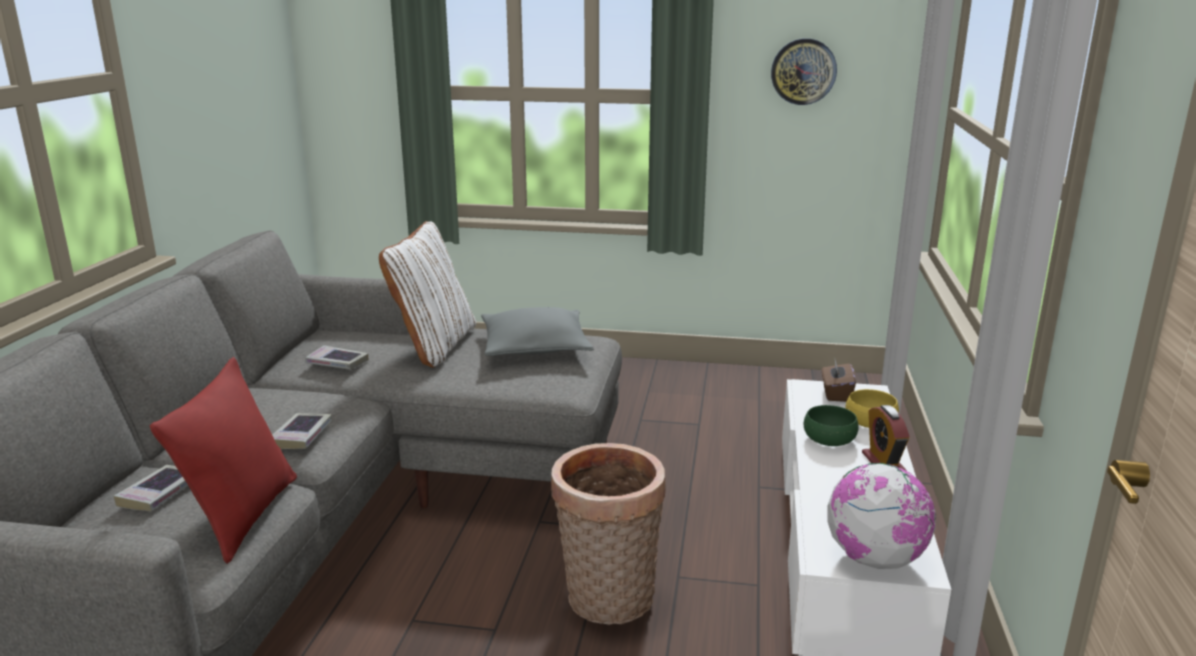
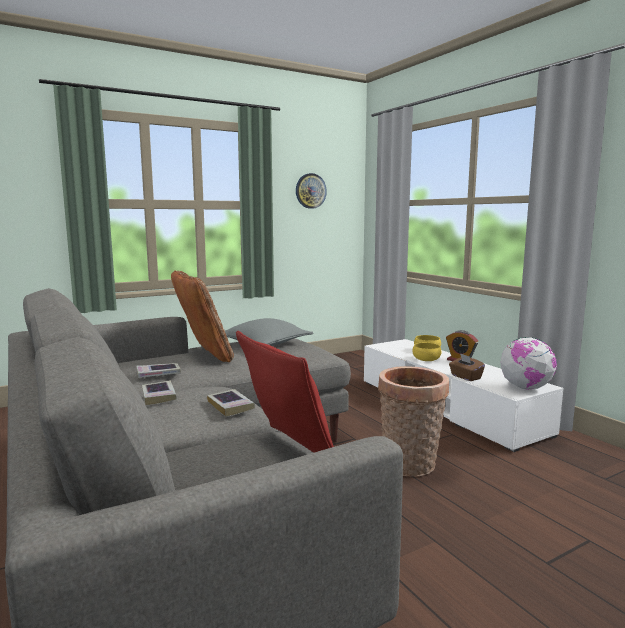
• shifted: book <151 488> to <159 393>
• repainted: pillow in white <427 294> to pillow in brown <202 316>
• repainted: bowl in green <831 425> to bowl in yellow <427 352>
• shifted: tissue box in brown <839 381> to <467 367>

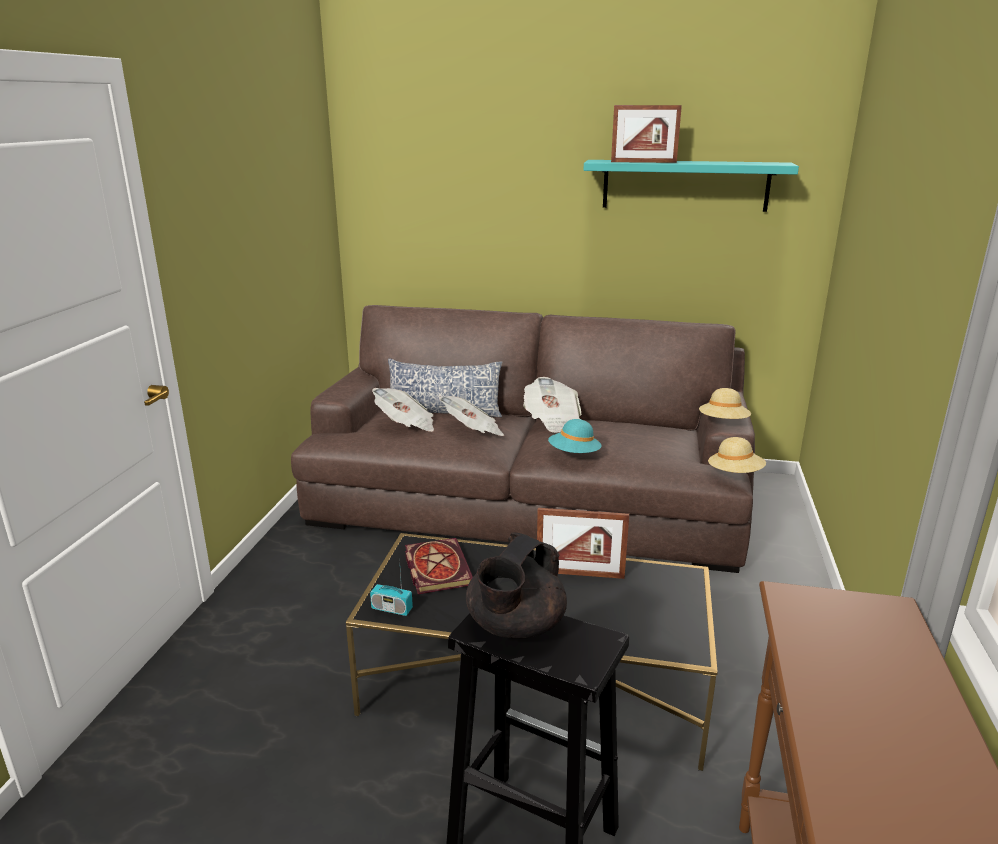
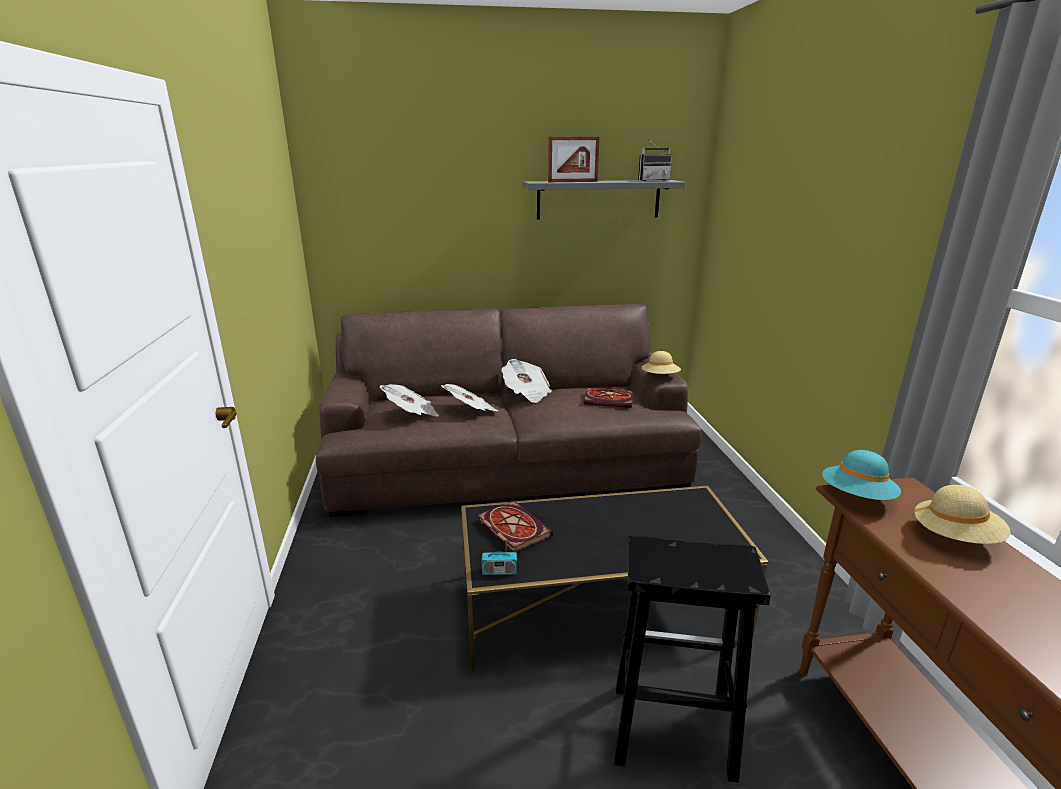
• repainted: shelf in turquoise <691 186> to shelf in grey <604 200>
• new: book <608 398>
• new: radio <655 160>
• shifted: hat in turquoise <575 436> to <861 475>
• shifted: hat in beige <737 455> to <960 514>
• gone: pillow <445 387>
• gone: teapot in black <516 585>
• gone: picture frame <583 543>

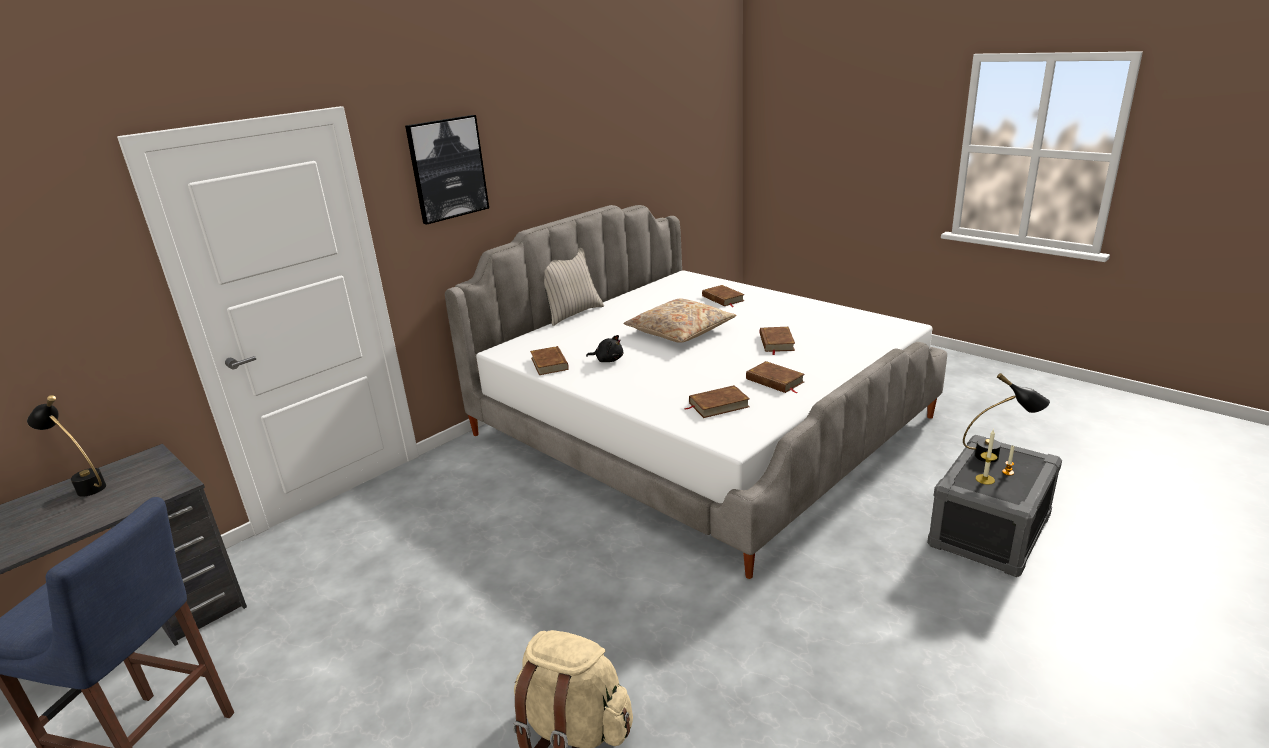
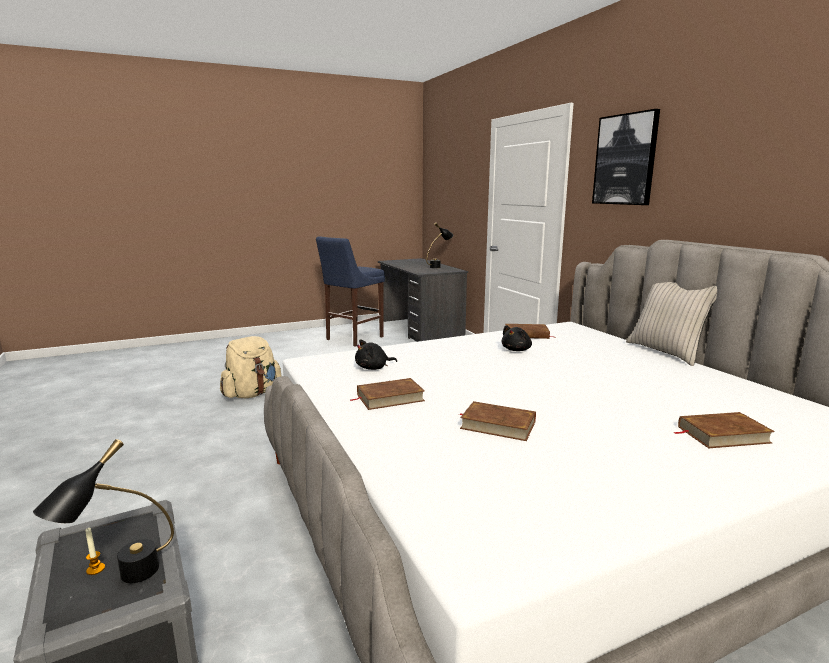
• swapped: book in brown <717 401> to plush toy in black <376 354>
• gone: pillow in beige <680 321>
• gone: candle <986 457>

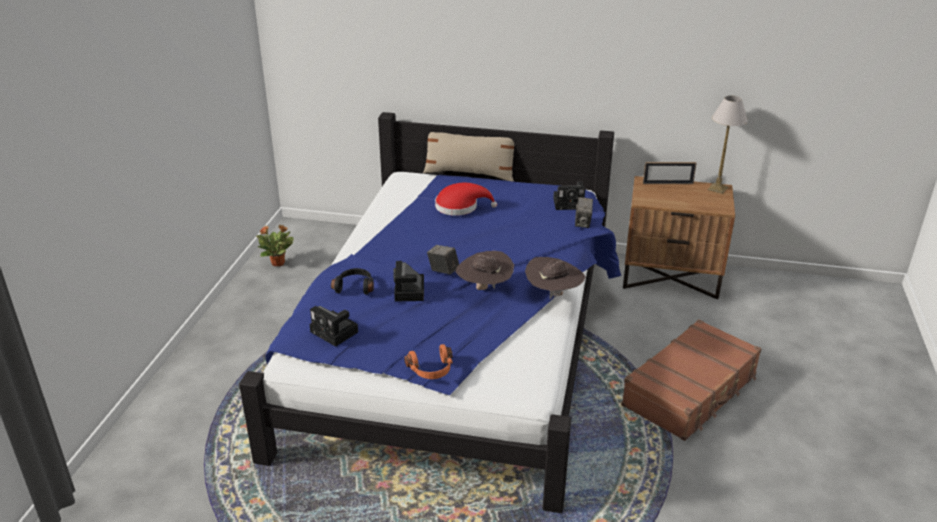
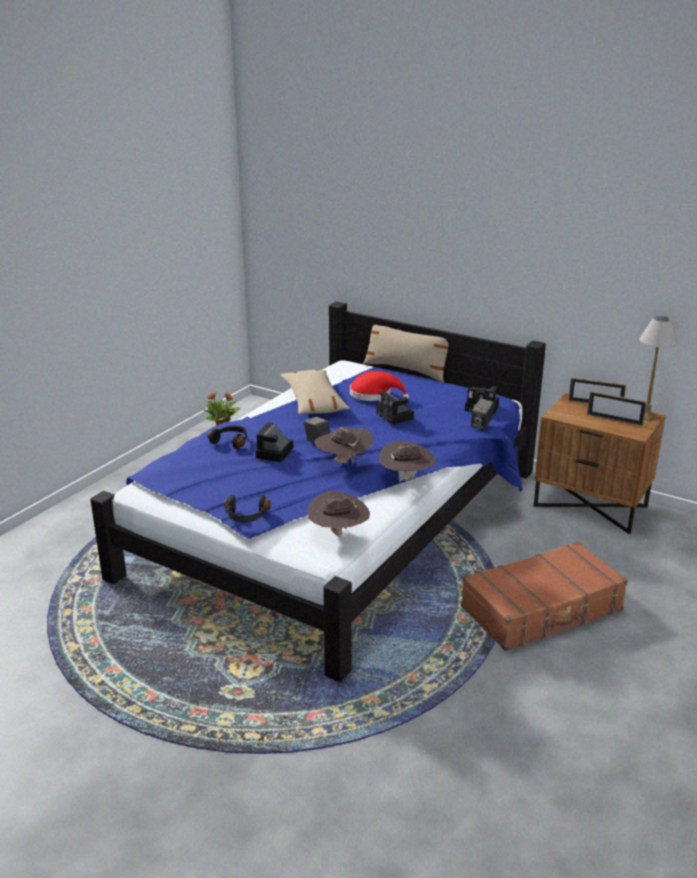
• repainted: headphones in orange <428 361> to headphones in black <248 509>
• new: pillow in beige <315 392>
• new: hat in brown <338 514>
• shifted: photo camera <333 326> to <395 408>
• new: picture frame <617 408>

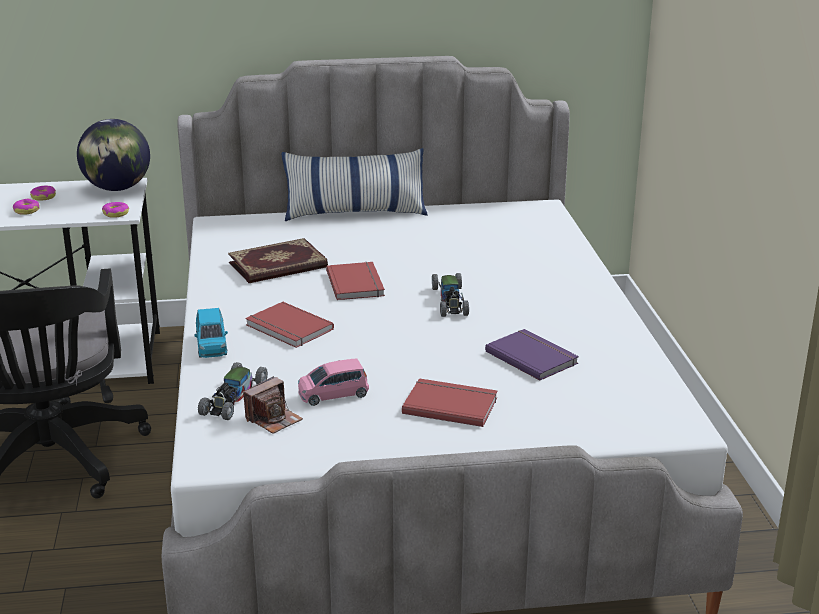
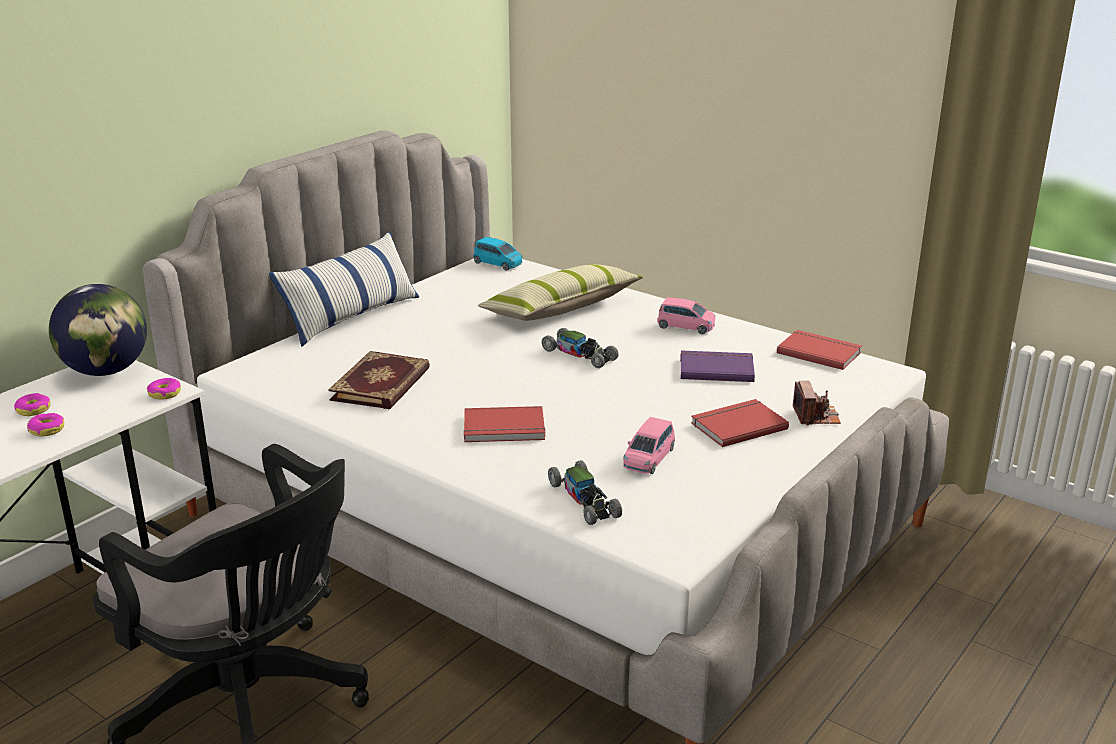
• shifted: toy car in blue <211 333> to <497 254>
• new: pillow <560 292>
• new: toy car in pink <686 315>
• shifted: book in red <355 281> to <819 350>
• shifted: photo camera <273 405> to <817 403>

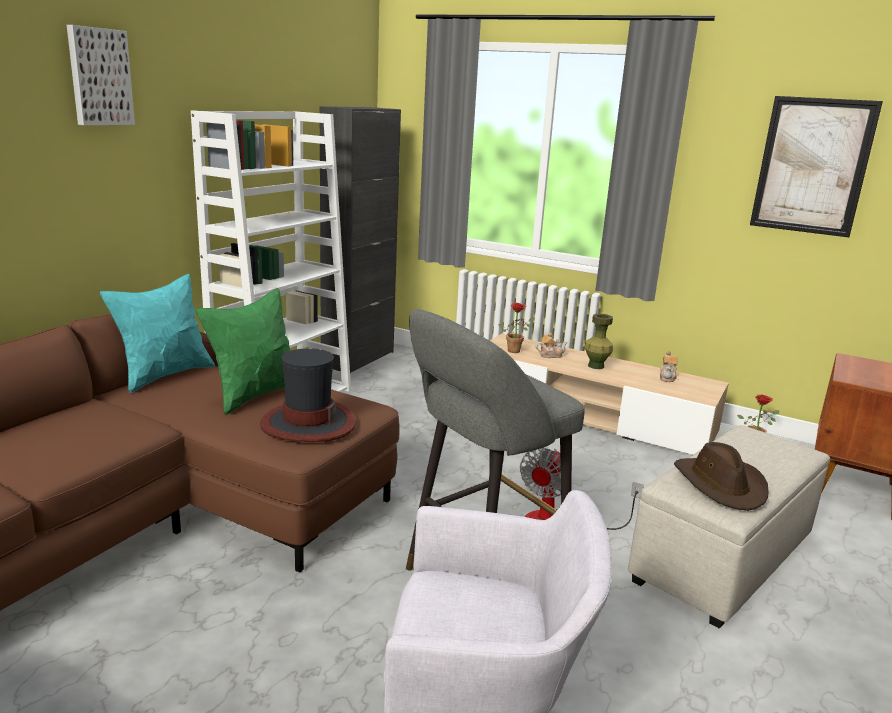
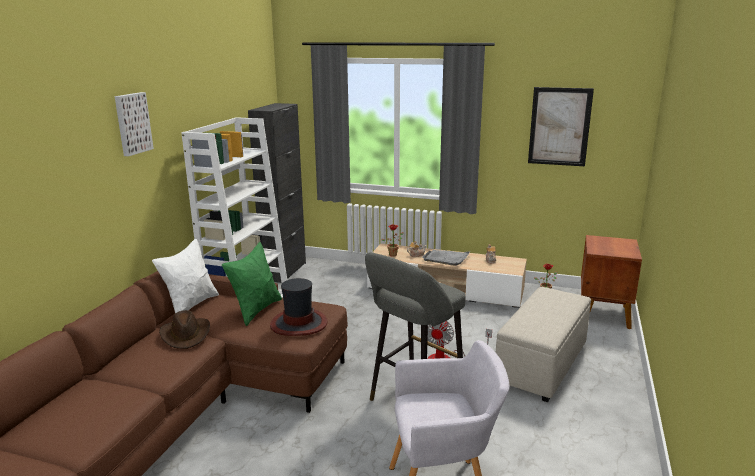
• repainted: pillow in turquoise <157 333> to pillow in white <185 275>
• shifted: hat in brown <721 476> to <184 329>
• swapped: vase in green <599 341> to tray in grey <447 258>

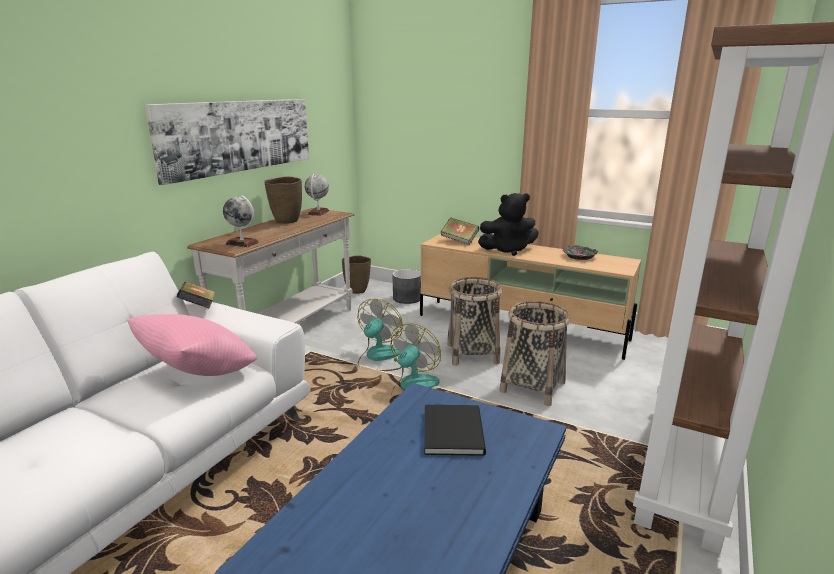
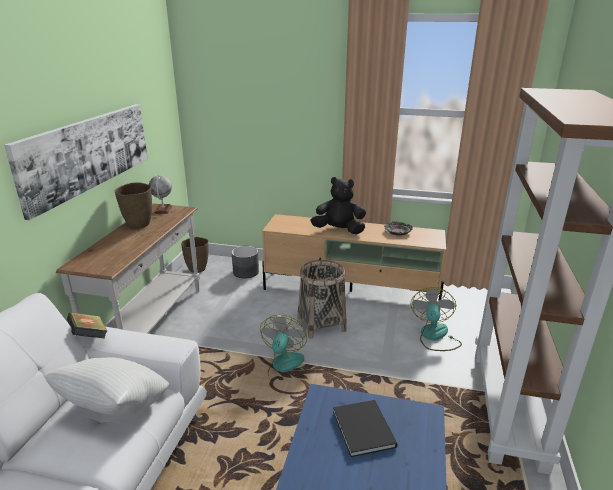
• repainted: pillow in pink <192 345> to pillow in white <106 386>
• rotated: plush toy in black <508 224> = <338 205> 150 degrees counterclockwise
• shifted: fan <380 335> to <436 319>
• gone: globe <241 221>
• gone: book <459 231>
• gone: basket <534 353>

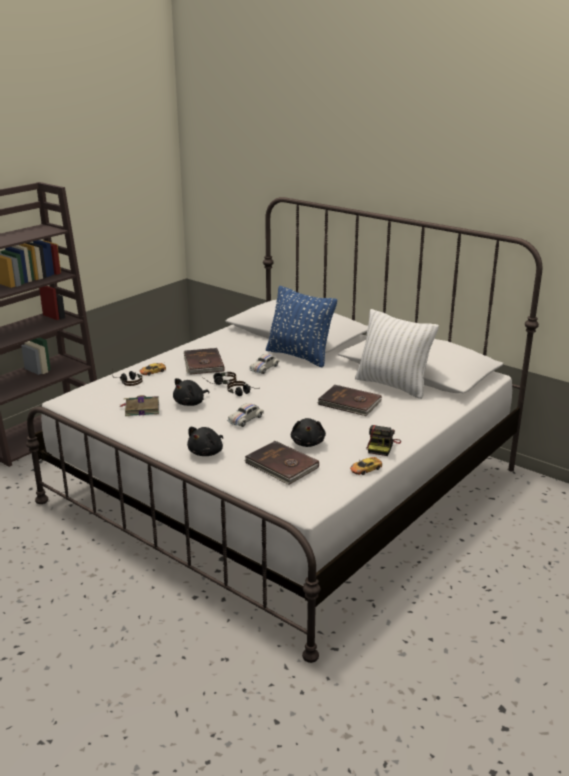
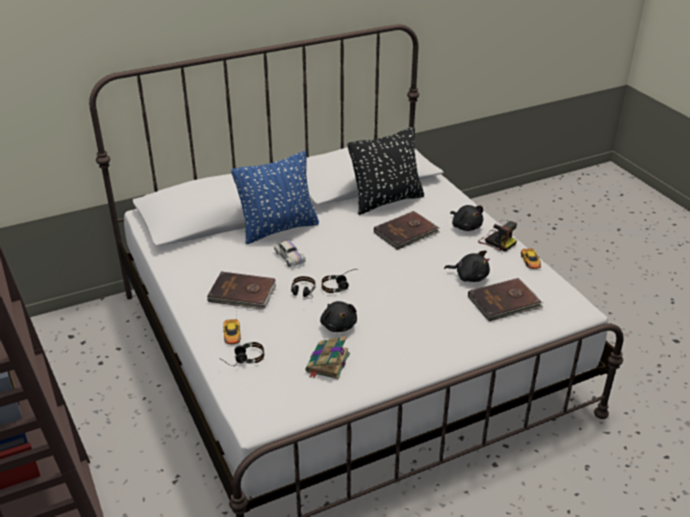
• repainted: pillow in white <397 354> to pillow in black <386 171>
• shifted: plush toy in black <205 441> to <466 218>
• gone: toy car in white <245 415>

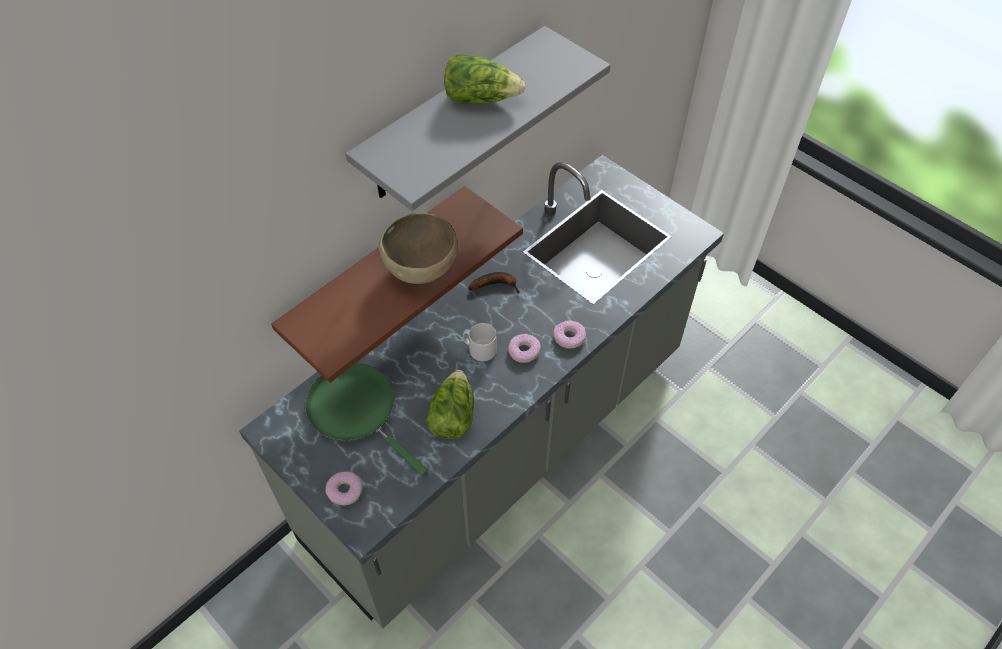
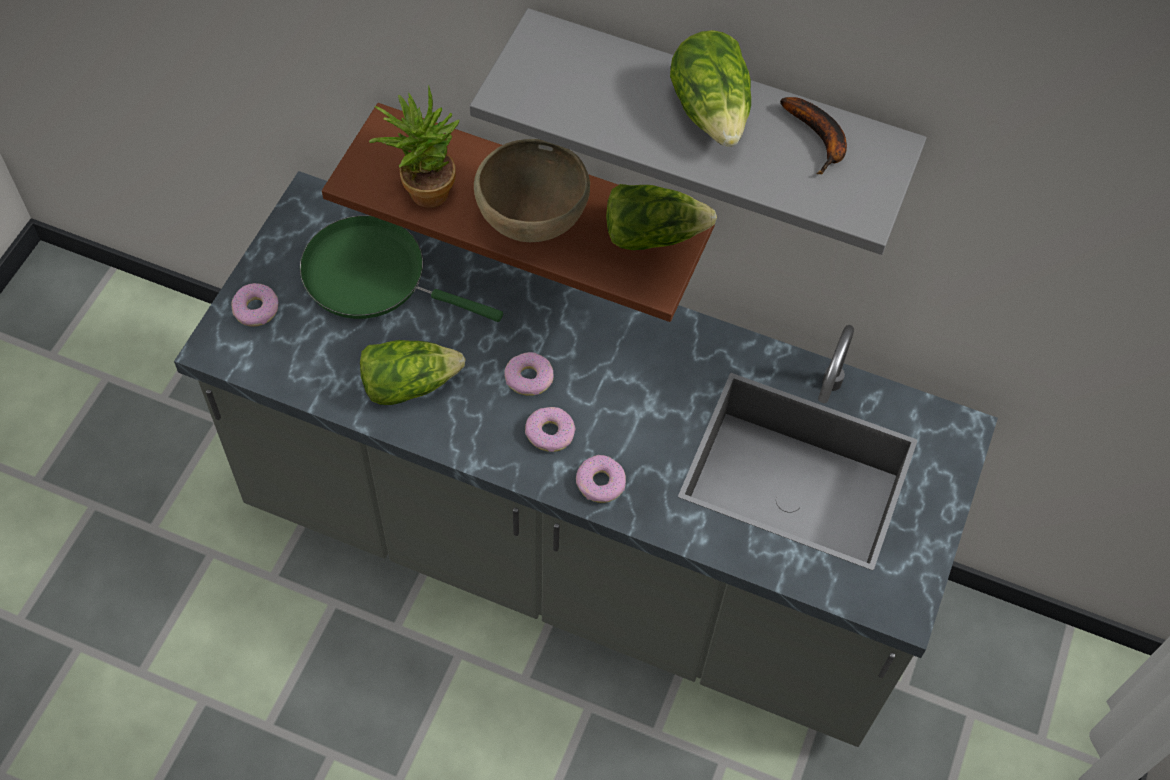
• rotated: frying pan in green <366 419> = <401 268> 90 degrees counterclockwise
• new: potted plant <414 147>
• swapped: mug in grey <480 342> to donut <528 374>
• new: lettuce <661 217>
• shifted: banana <494 282> to <813 136>

